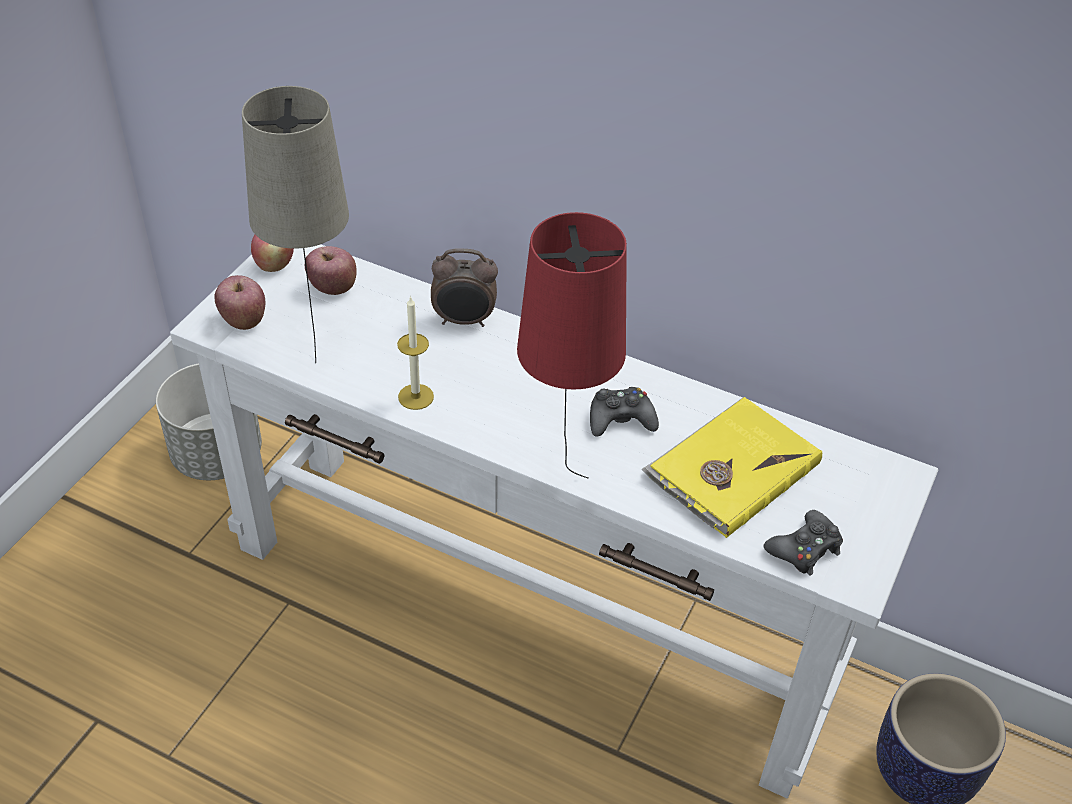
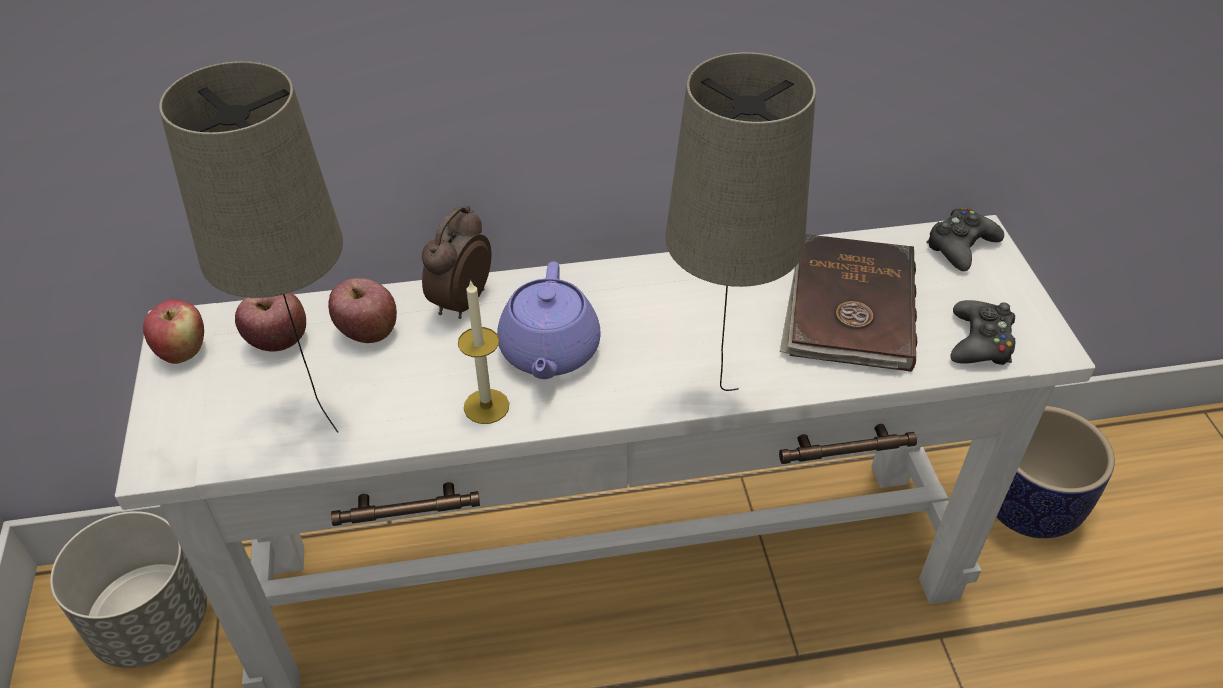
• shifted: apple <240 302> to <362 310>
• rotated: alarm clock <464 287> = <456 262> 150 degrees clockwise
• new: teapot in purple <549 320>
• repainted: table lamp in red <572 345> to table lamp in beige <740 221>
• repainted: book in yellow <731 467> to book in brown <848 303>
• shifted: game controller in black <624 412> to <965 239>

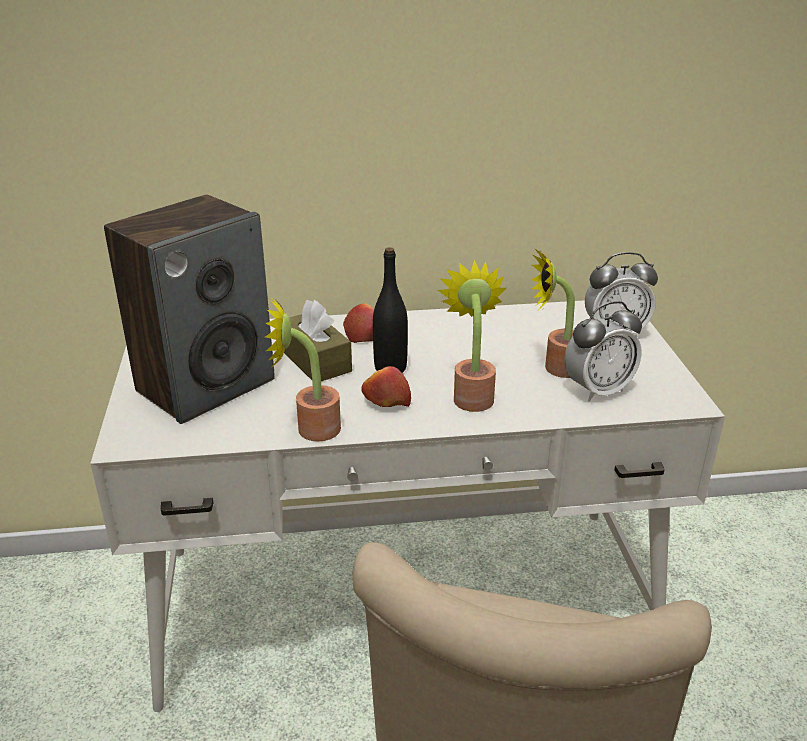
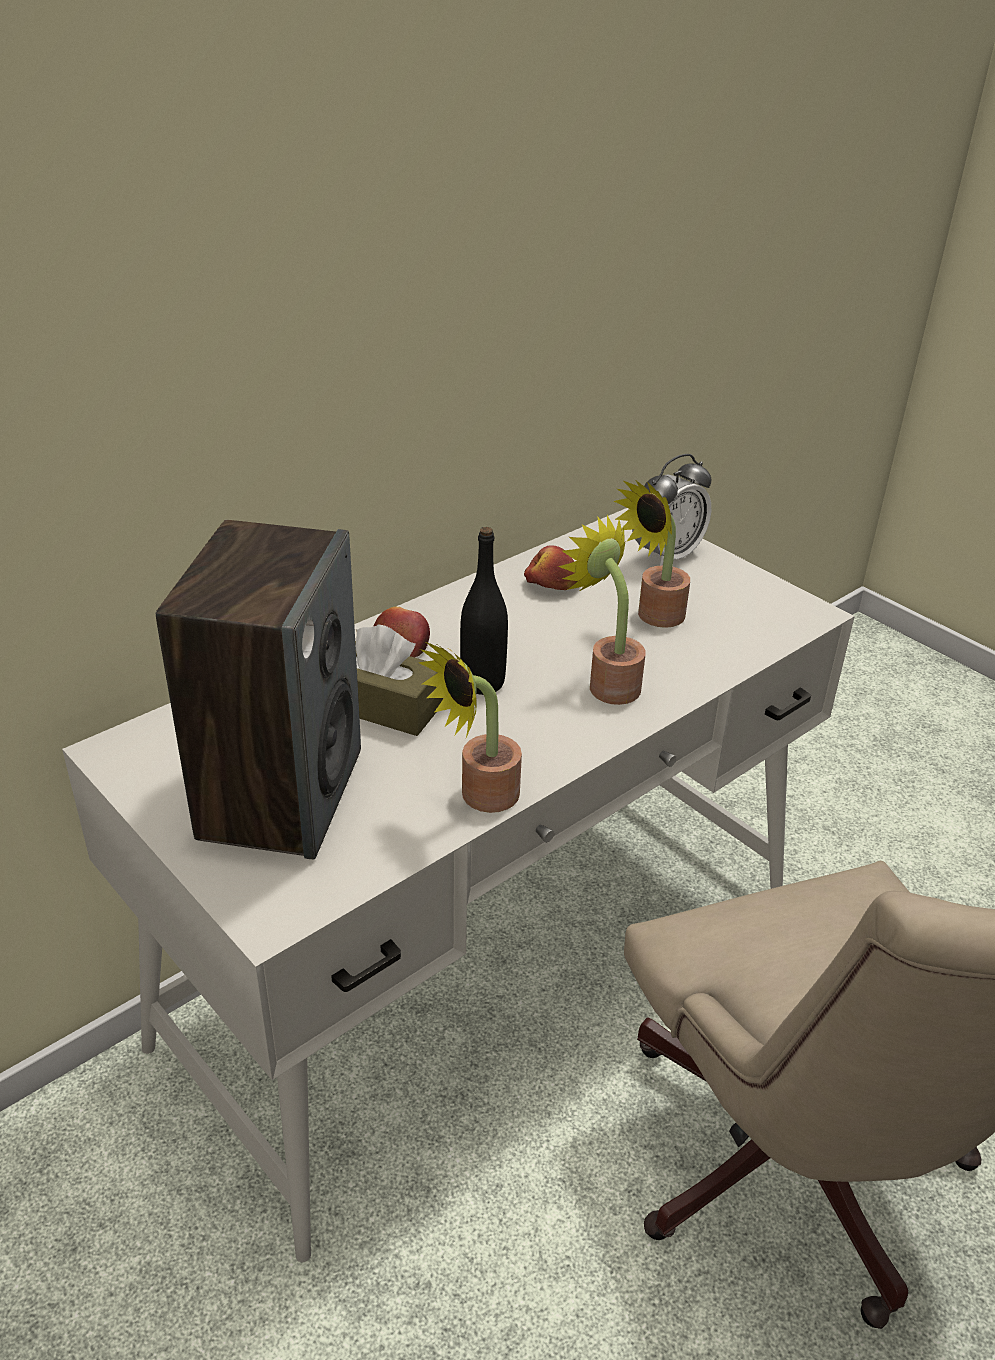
• shifted: apple <386 386> to <551 567>
• gone: alarm clock <603 351>

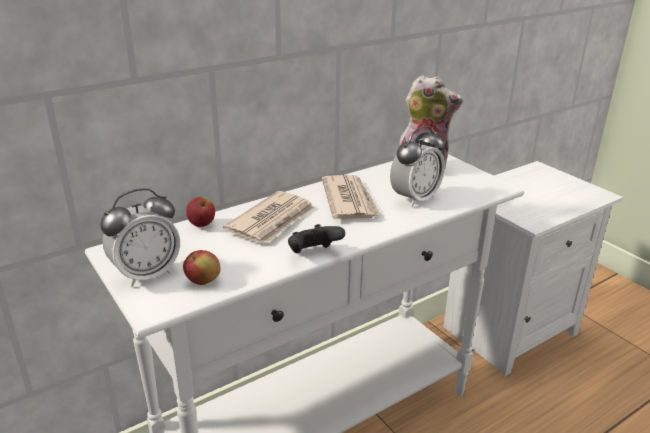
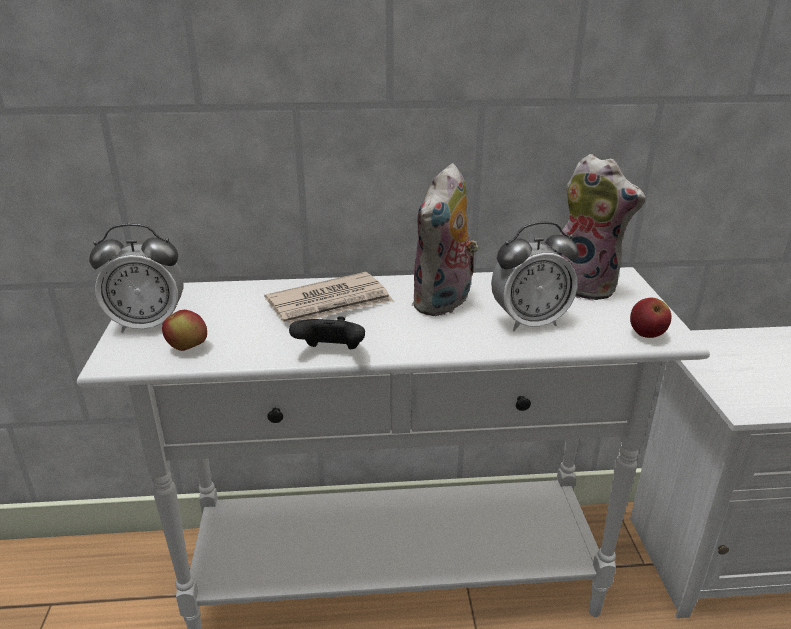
• swapped: newspaper <351 197> to plush toy <445 239>
• shifted: apple <200 212> to <651 318>

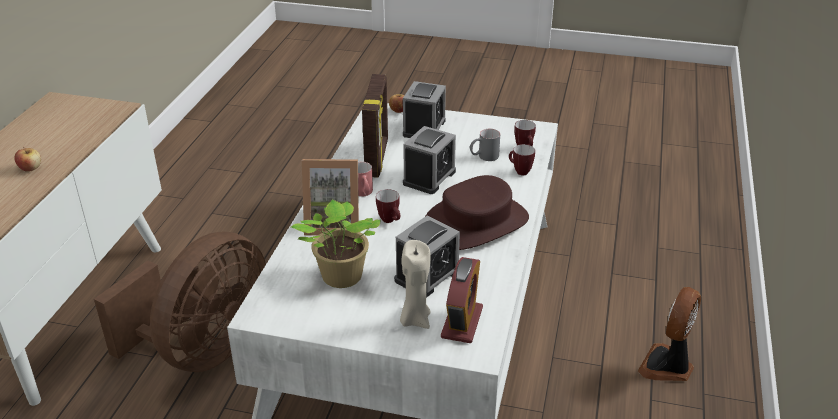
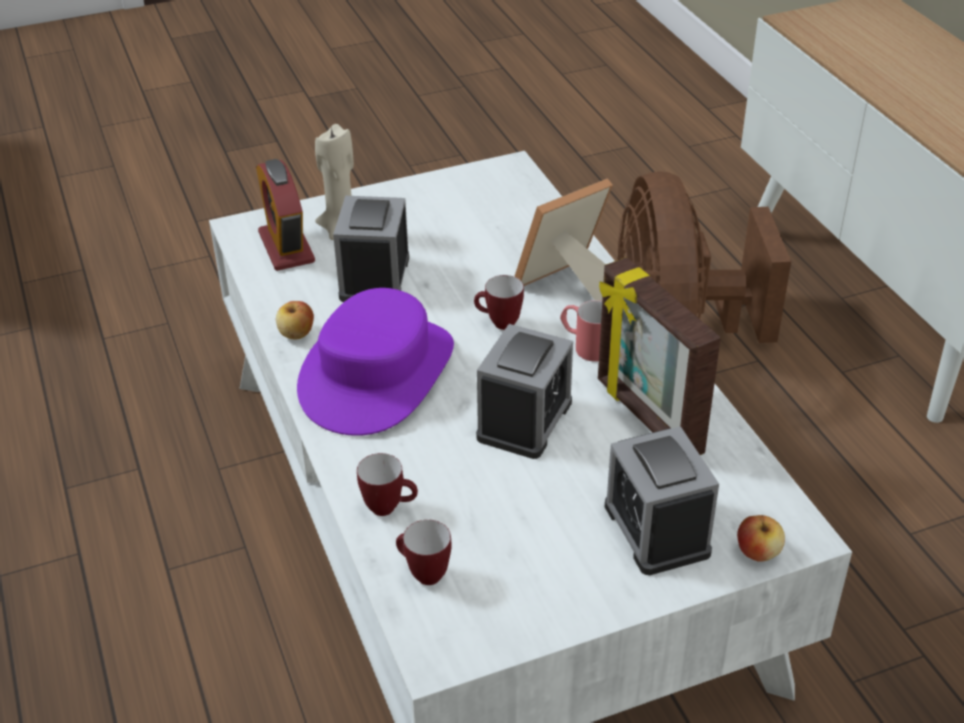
• shifted: apple <27 159> to <295 320>
• repainted: hat in brown <477 212> to hat in purple <375 362>
• rotated: alarm clock <429 160> = <524 391> 150 degrees counterclockwise
• gone: potted plant <336 244>
• gone: mug in grey <485 145>
• gone: fan <669 334>

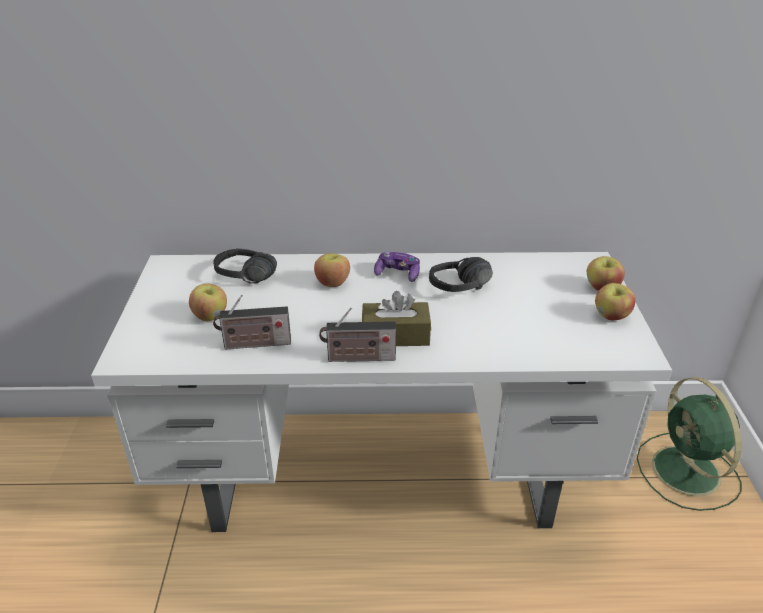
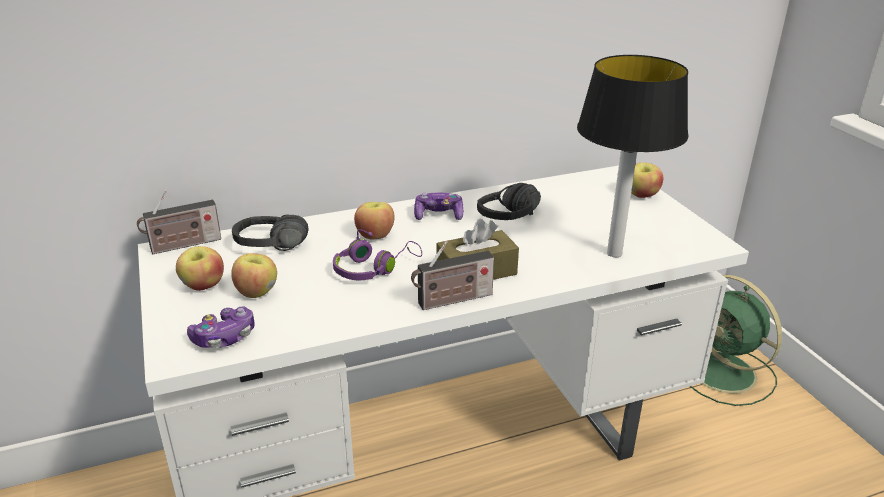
• shifted: radio <252 322> to <179 222>
• shifted: apple <615 301> to <200 268>
• new: game controller <221 327>
• new: headphones in purple <377 254>
• new: table lamp <632 156>

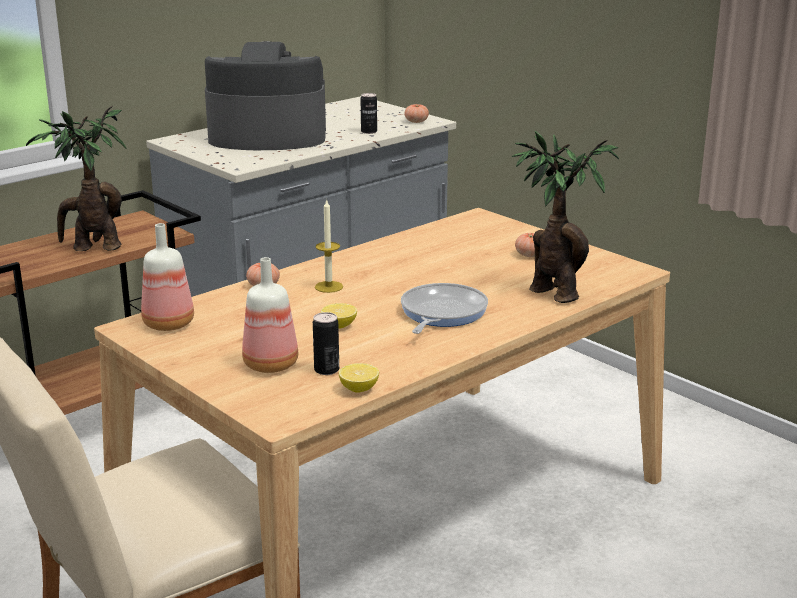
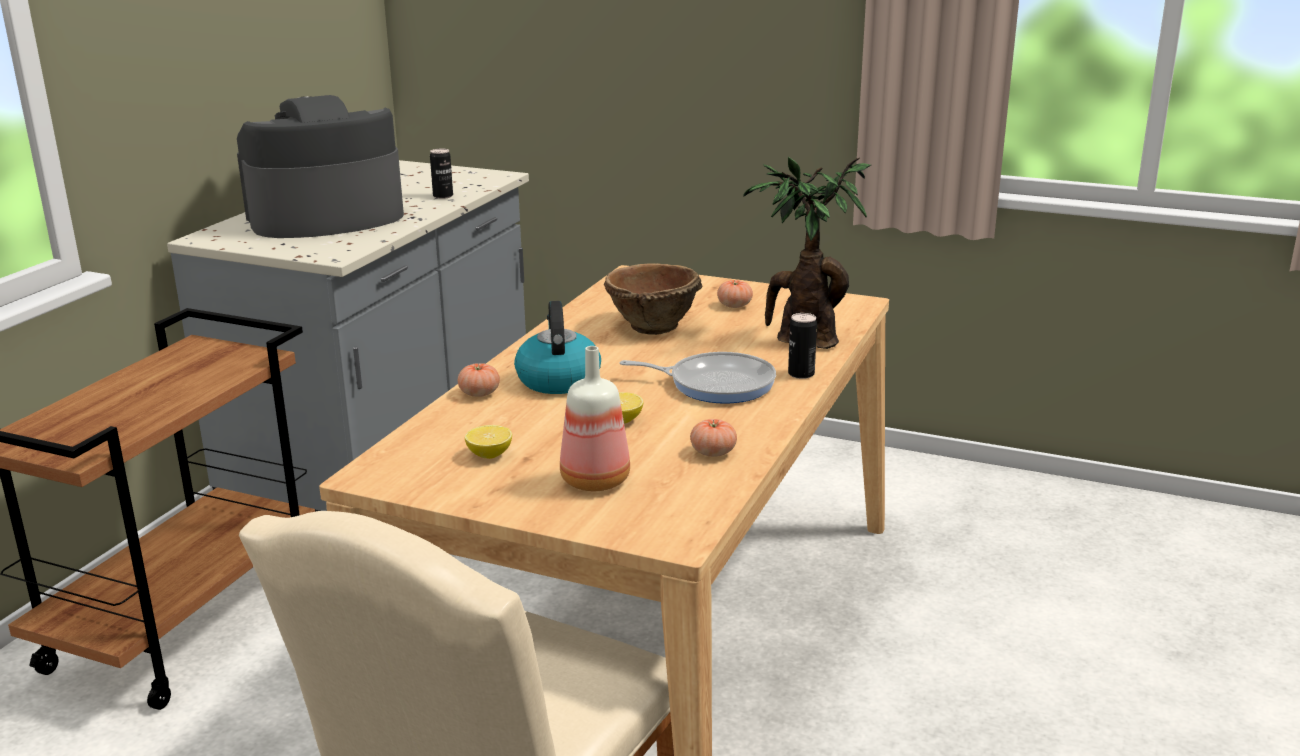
• shifted: lemon <359 378> to <488 442>
• swapped: candle <329 246> to kettle <557 347>
• new: bowl in brown <653 299>
• rotated: frying pan <444 308> = <698 378> 105 degrees clockwise
• shifted: tomato <417 113> to <713 438>
• shifted: can <326 343> to <802 346>
• gone: potted plant <76 178>
• gone: bottle <167 277>

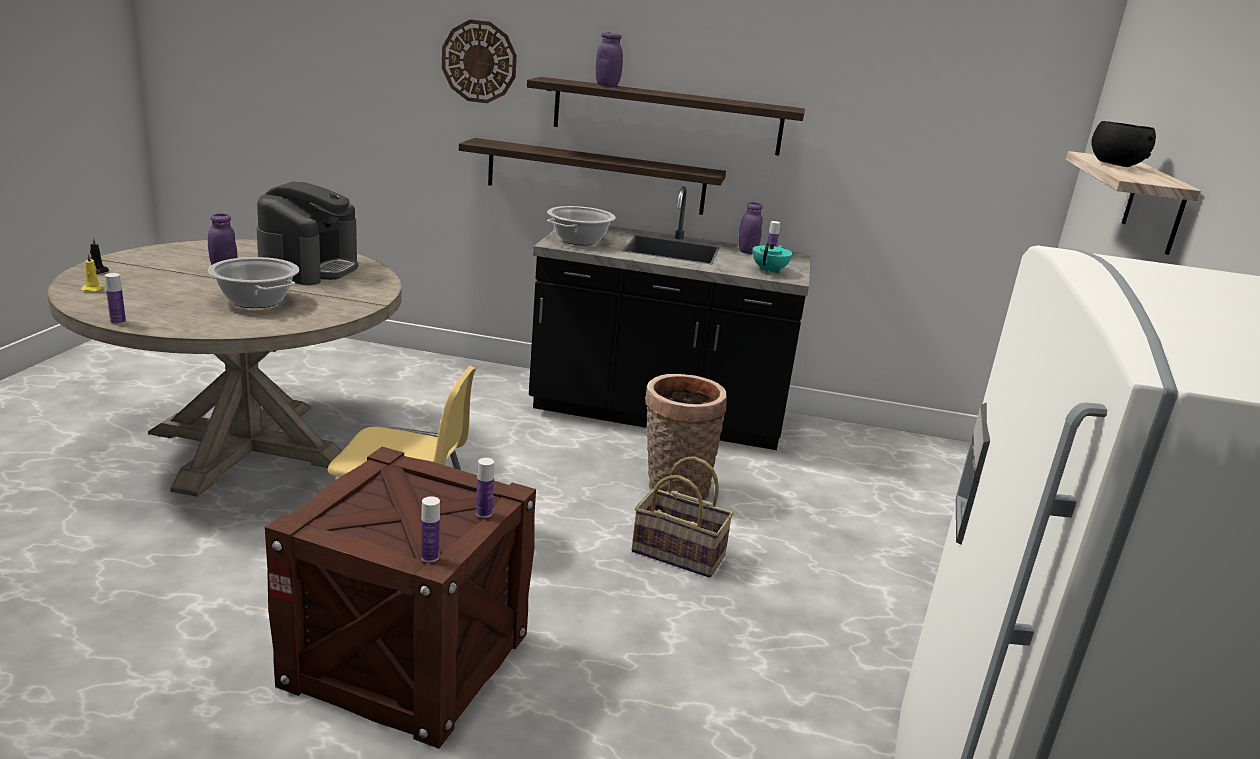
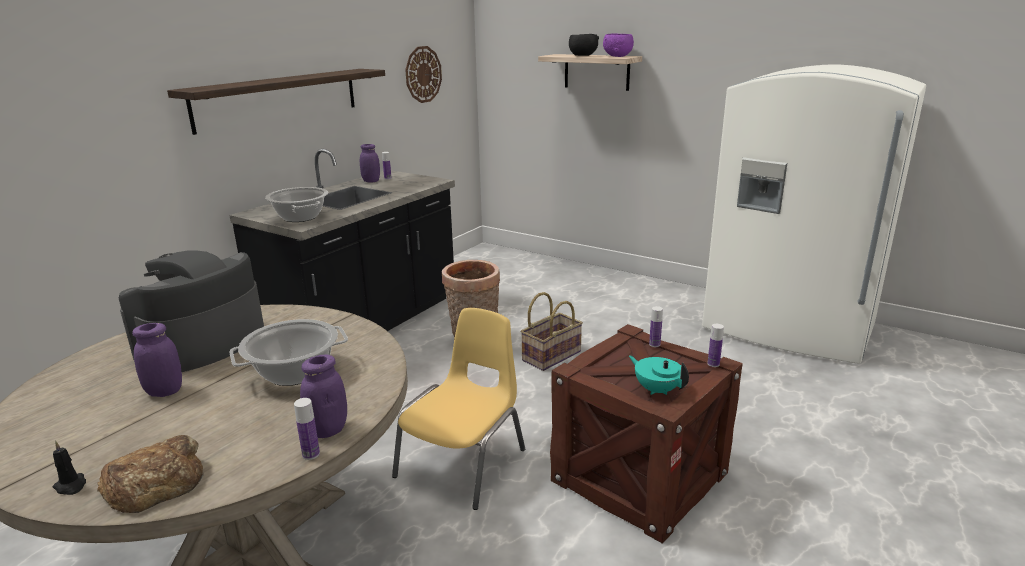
• swapped: candle in yellow <93 272> to bread <150 474>
• rotated: coffee machine <307 233> = <191 311> 90 degrees counterclockwise
• shifted: jar in purple <609 59> to <323 396>
• shifted: wall clock <479 61> to <423 74>
• new: bowl in purple <618 45>
• shifted: teapot in turquoise <773 257> to <659 375>
• gone: shelf <592 176>

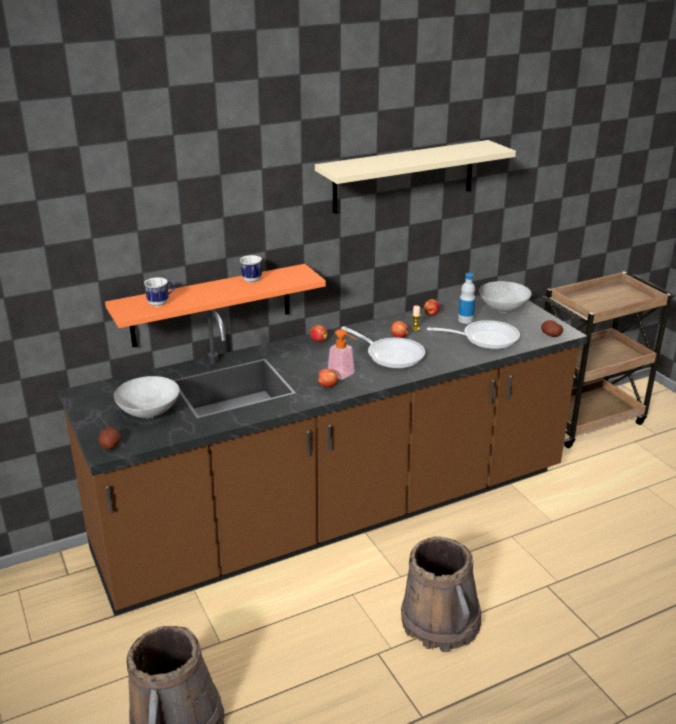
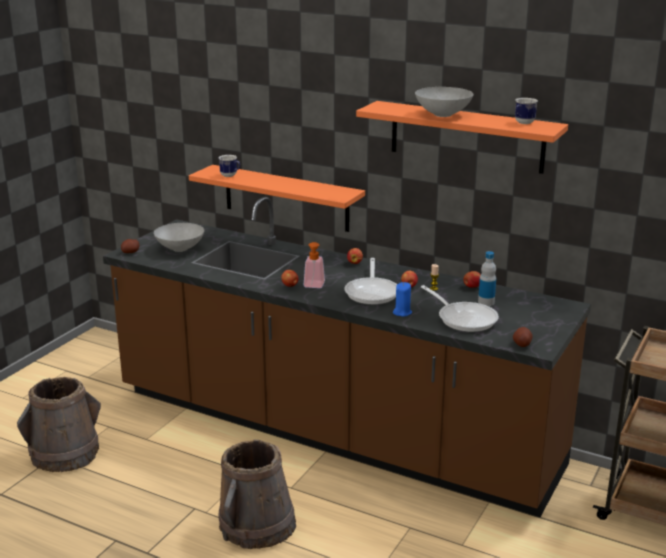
• repainted: shelf in beige <415 176> to shelf in orange <462 137>
• new: candle in blue <402 299>
• shifted: bowl in grey <505 297> to <444 102>
• shifted: mug <251 269> to <526 111>

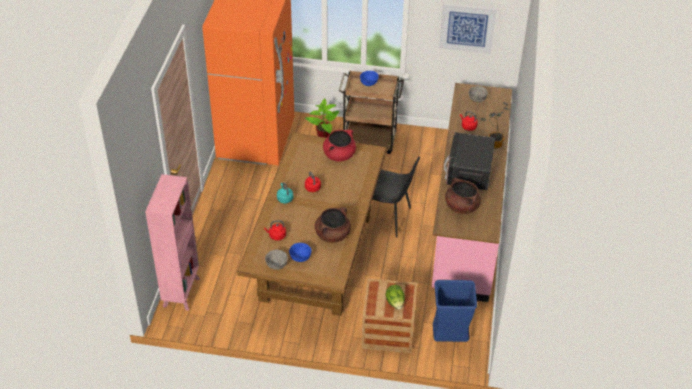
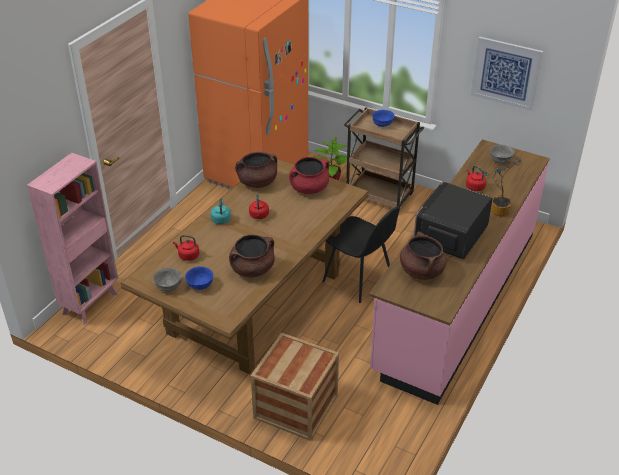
• new: cooking pot in brown <256 170>
• gone: lettuce <395 297>
• gone: trash can in blue <455 311>

